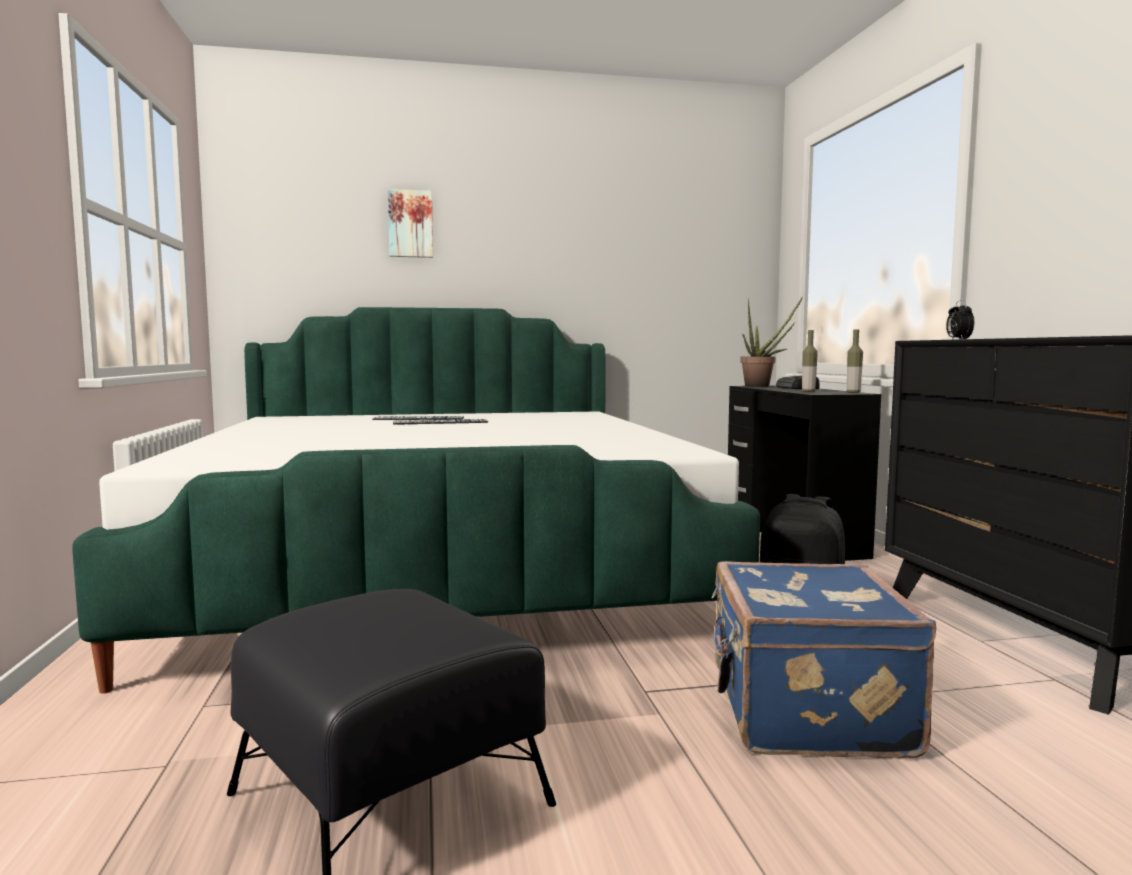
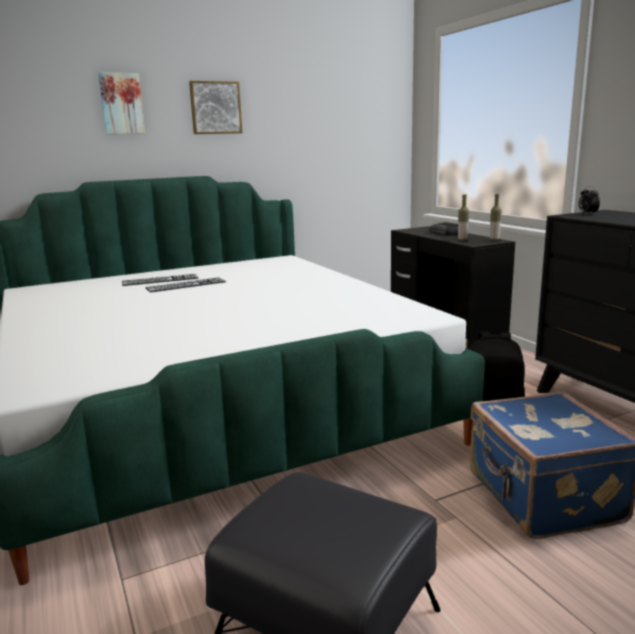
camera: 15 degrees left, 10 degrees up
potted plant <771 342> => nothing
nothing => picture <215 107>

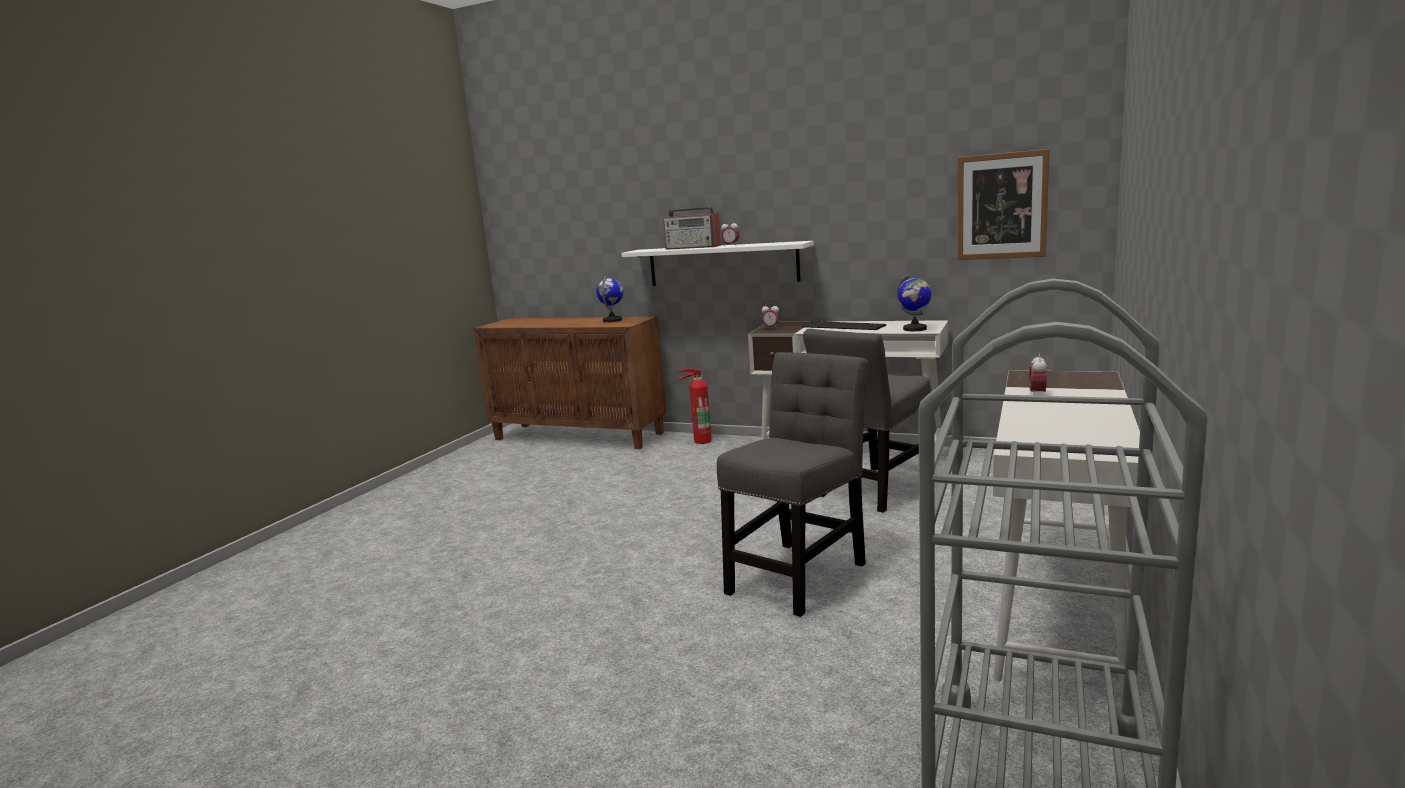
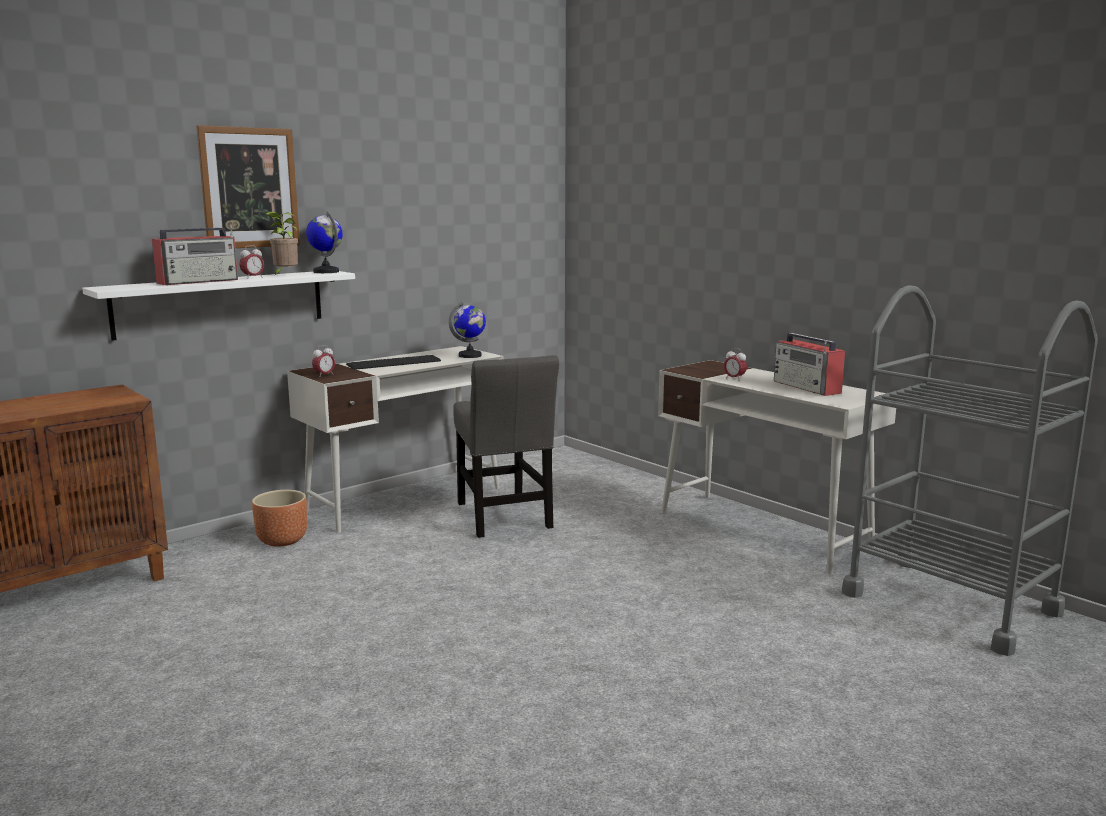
camera: 65 degrees left, 0 degrees up
picture <1003 204> => picture <248 186>, relocated
globe <609 299> => globe <324 242>, relocated
chair (grey) <793 484> => nothing
fire extinguisher <695 406> => nothing
nothing => potted plant <282 244>
nothing => radio <809 364>
nothing => planter (brown) <279 518>

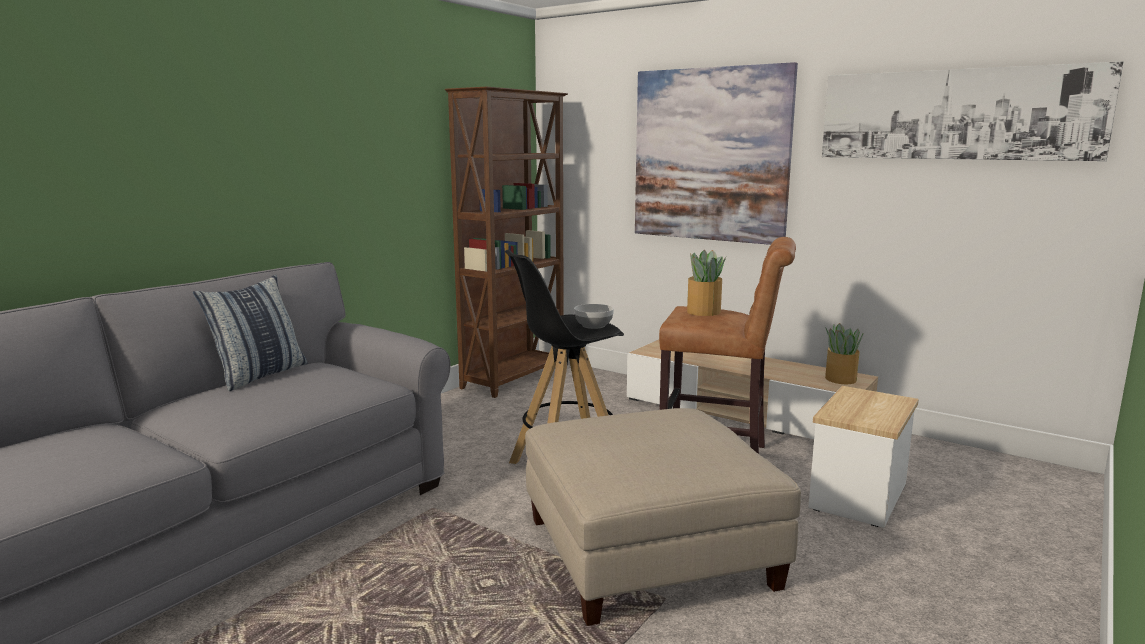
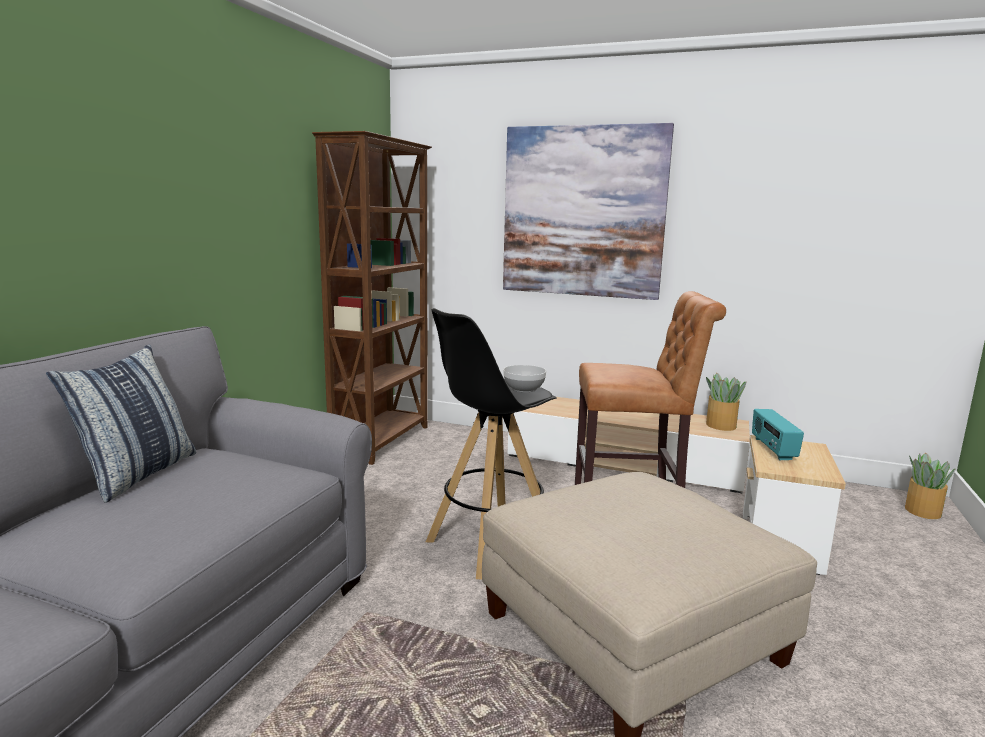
camera: 15 degrees left, 0 degrees up
picture <973 111> => nothing
potted plant <706 283> => potted plant <930 486>, relocated
nothing => radio <778 434>

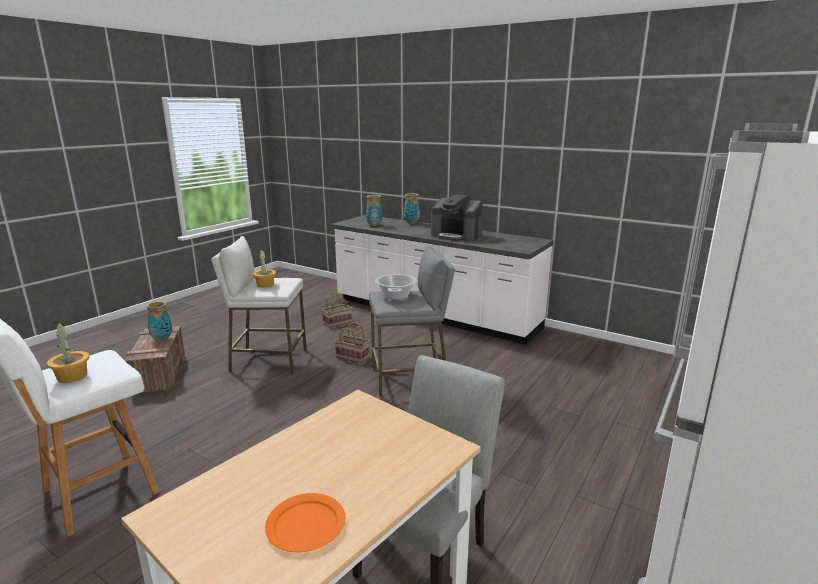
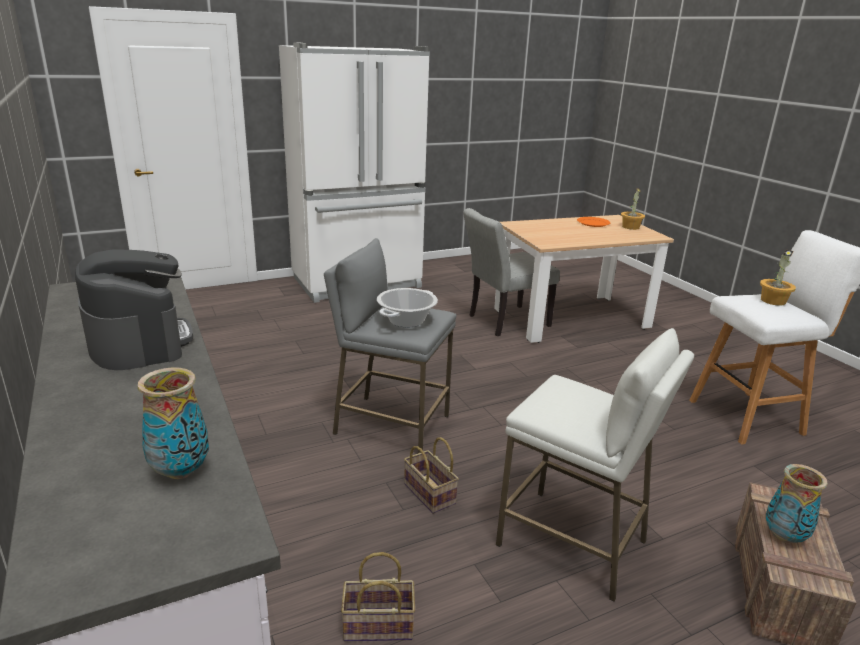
camera: 150 degrees left, 5 degrees up
vase <412 208> => nothing
potted plant <264 267> => potted plant <633 209>, relocated

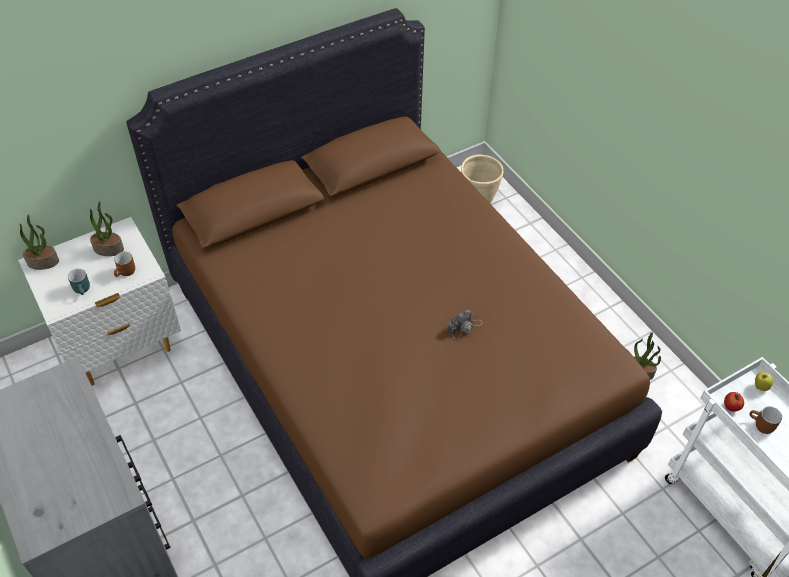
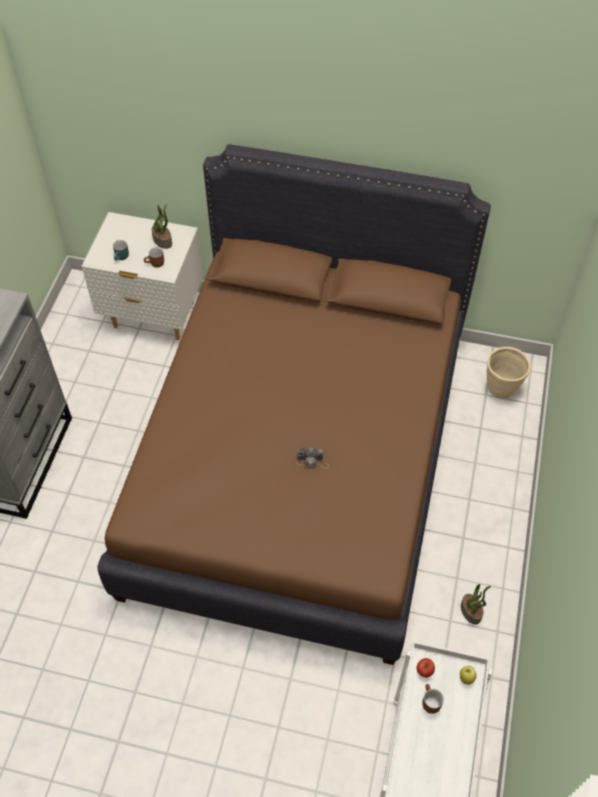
camera: 45 degrees right, 5 degrees up
potted plant <39 242> => nothing

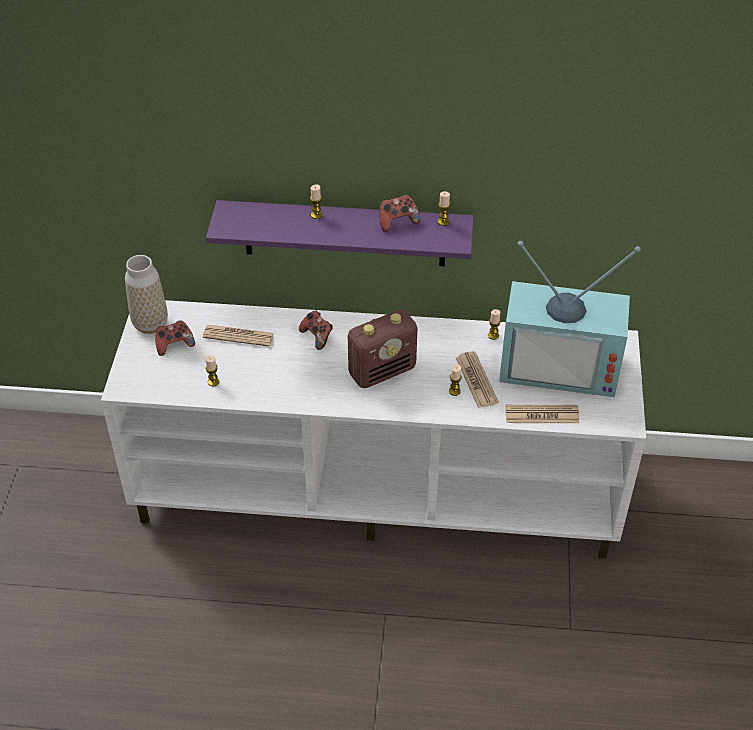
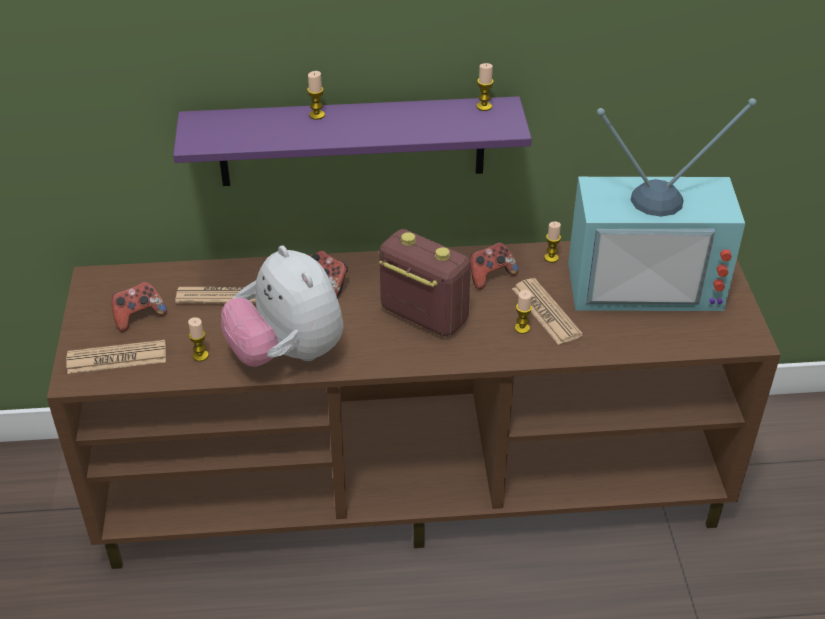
camera: 10 degrees left, 5 degrees down
game controller <399 213> => game controller <494 266>, relocated
vase <146 294> => nothing
tv stand (white) <373 429> => tv stand (brown) <413 405>
radio <382 349> => radio <425 283>, 105 degrees counterclockwise
newspaper <542 414> => newspaper <116 357>, relocated
nothing => plush toy <282 306>

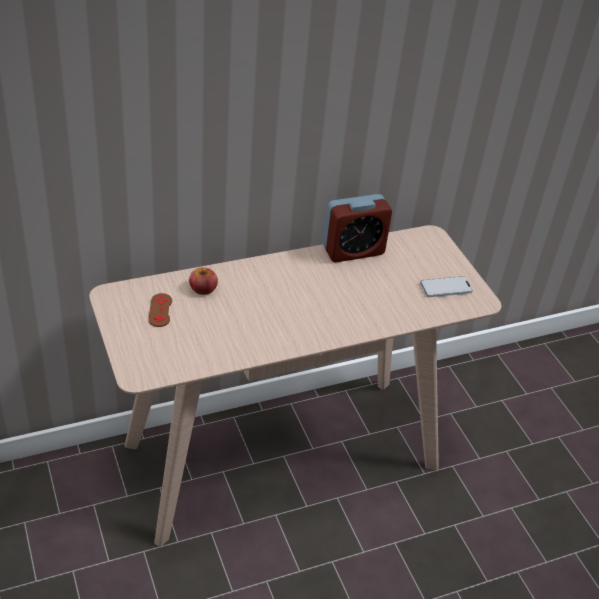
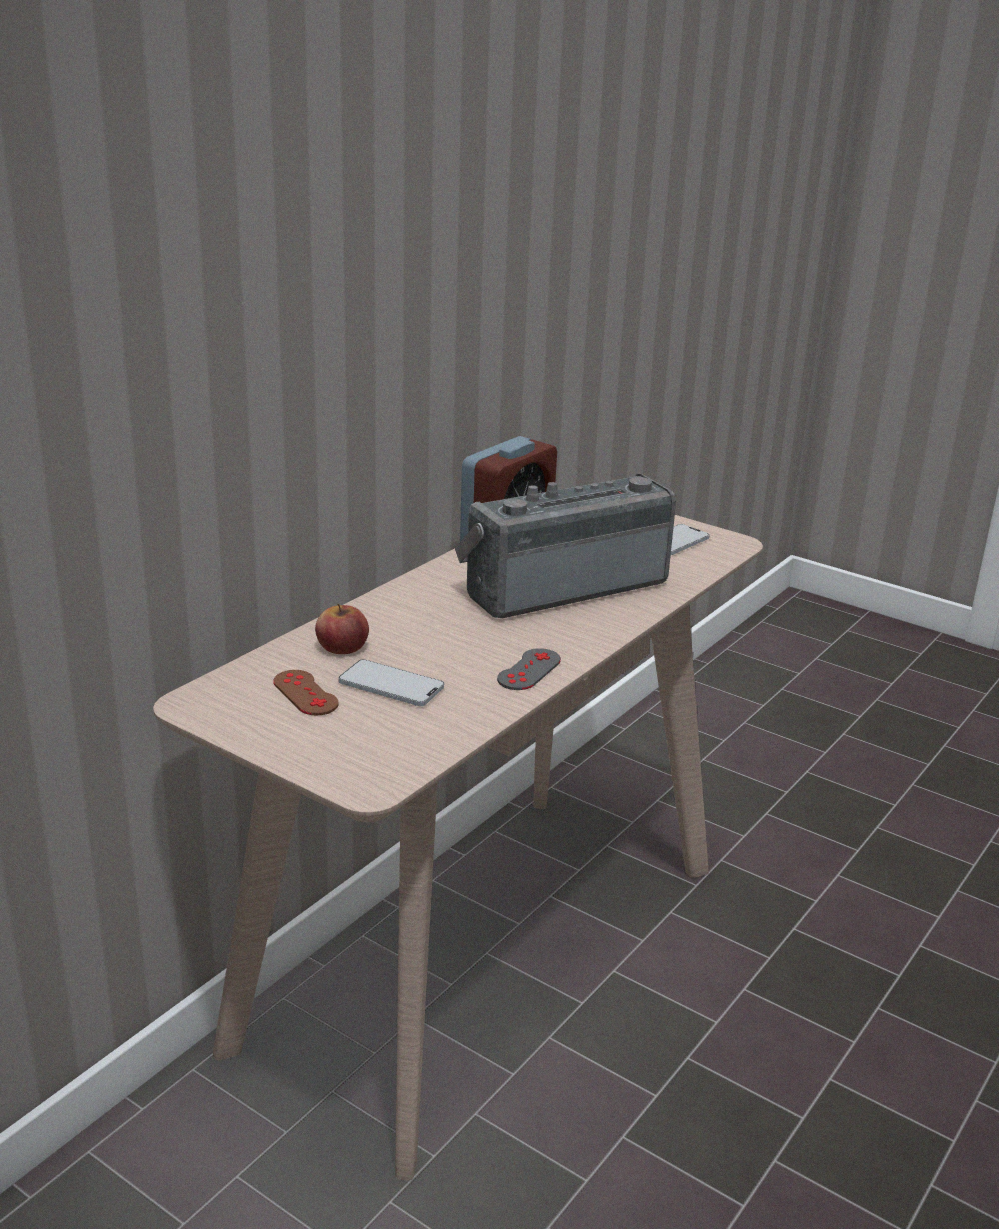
camera: 30 degrees left, 15 degrees down
nothing => radio <565 546>
nothing => game controller (grey) <529 669>
nothing => phone <391 682>

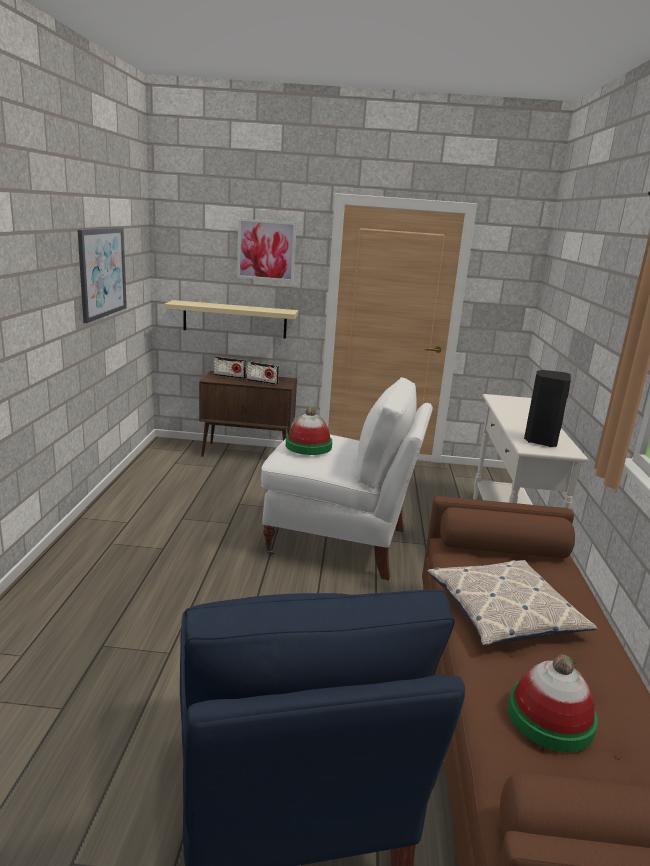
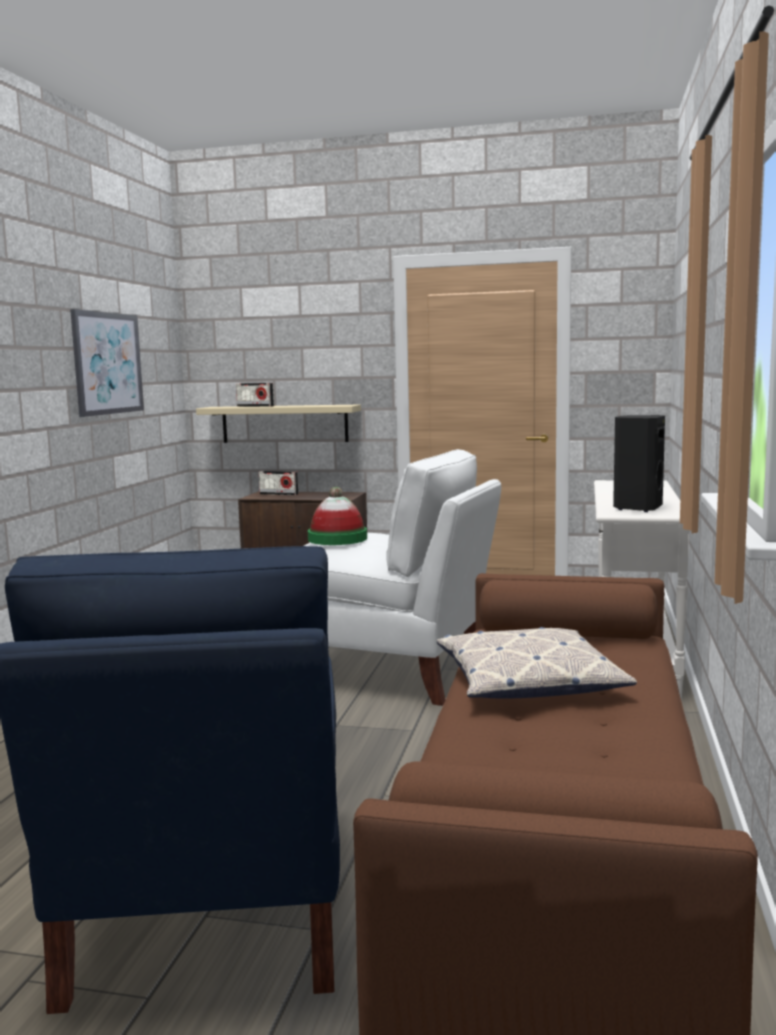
camera: 10 degrees right, 10 degrees down
picture <267 250> => nothing
radio <263 373> => radio <255 395>, relocated
hat <553 703> => nothing

